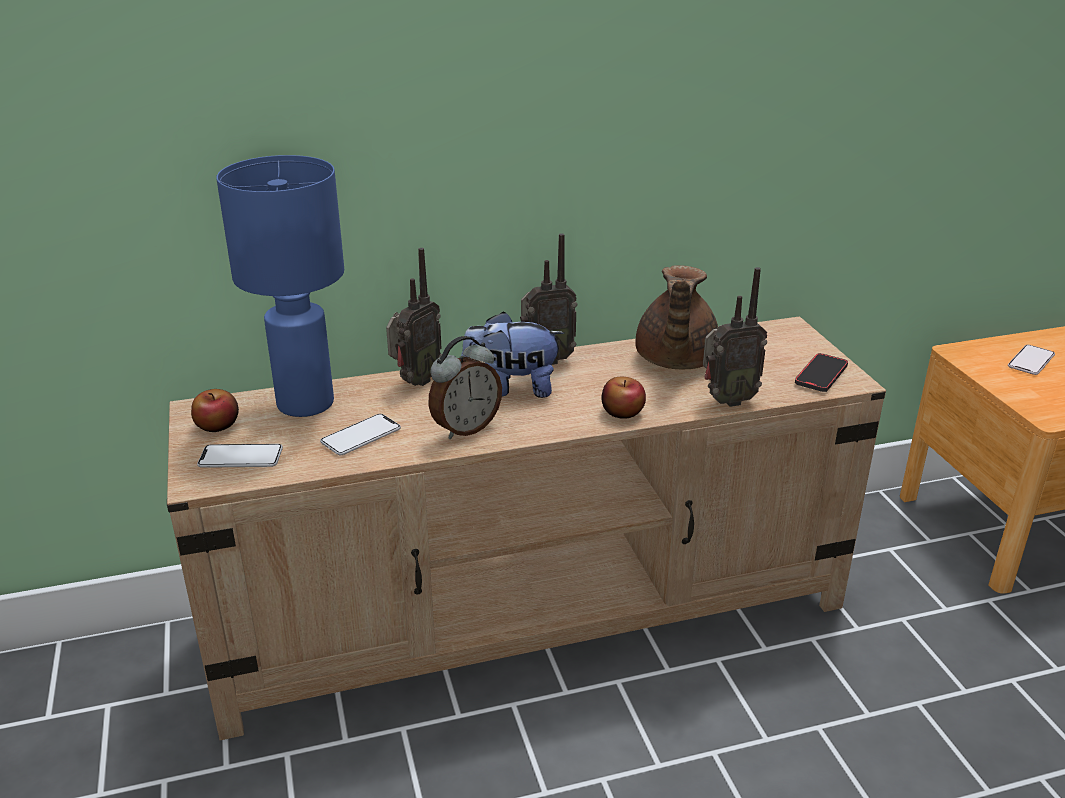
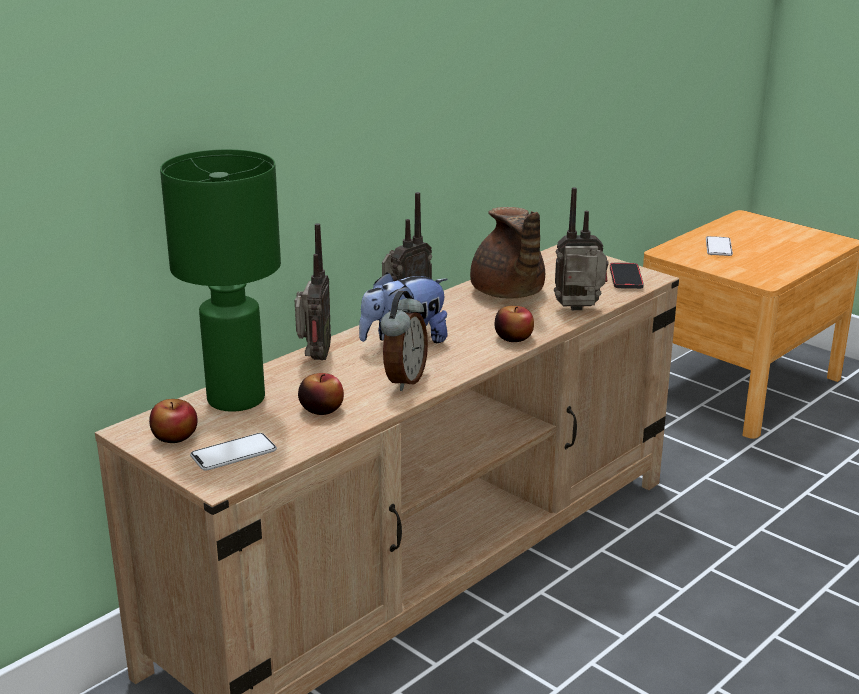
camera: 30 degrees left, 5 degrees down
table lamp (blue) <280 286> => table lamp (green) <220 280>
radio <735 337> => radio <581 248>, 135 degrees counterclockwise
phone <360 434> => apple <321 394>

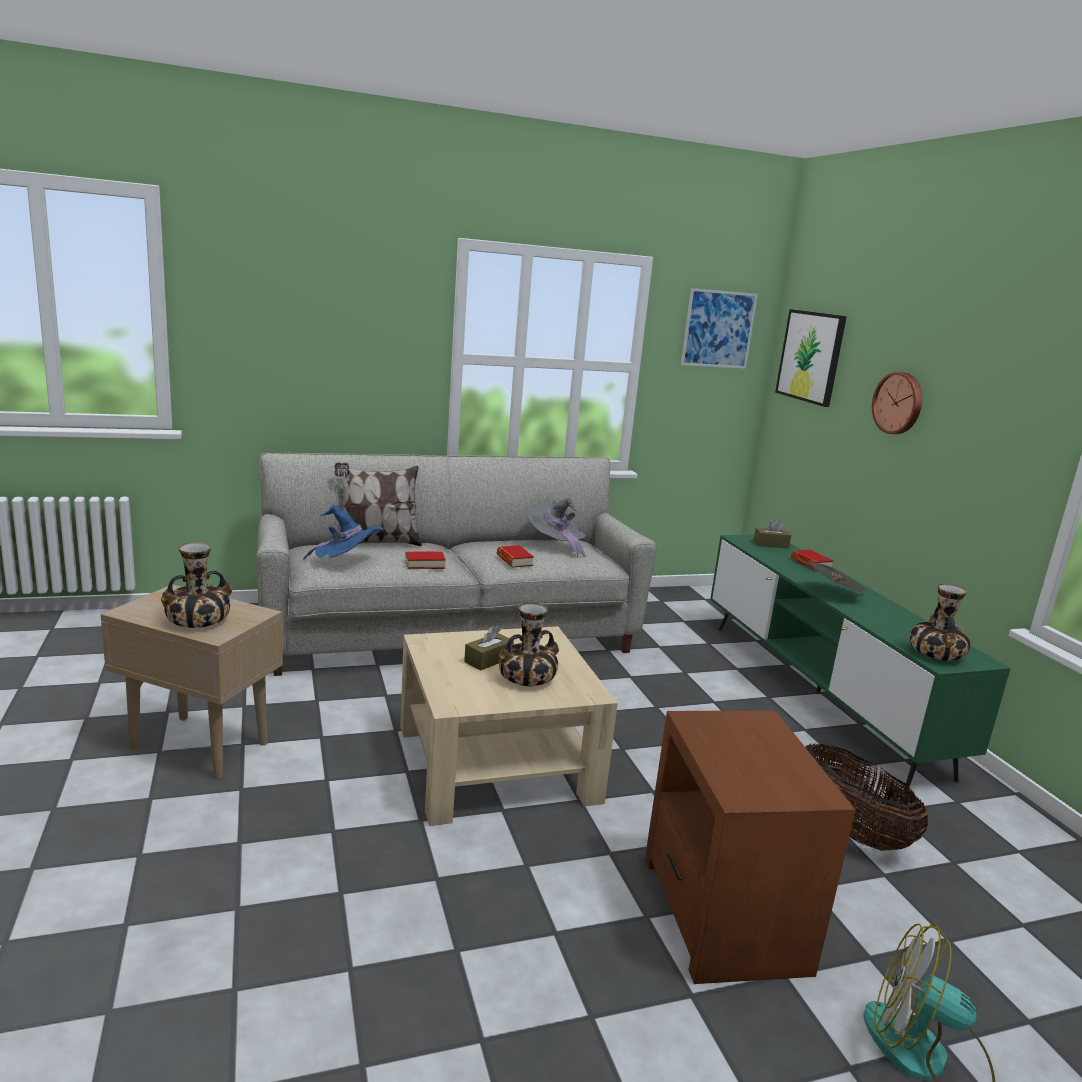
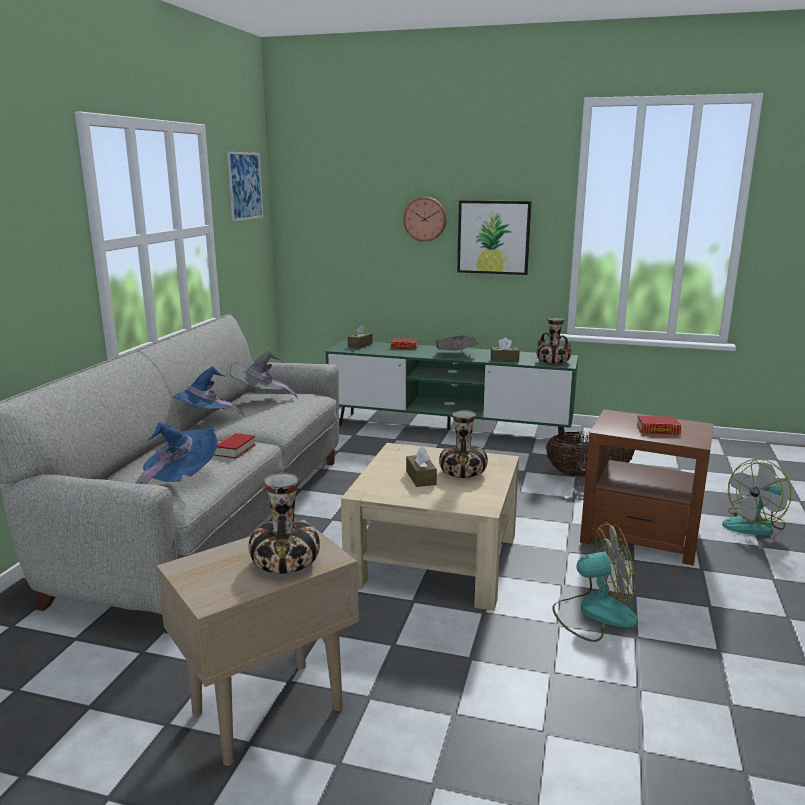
camera: 55 degrees left, 0 degrees up
picture <811 358> => picture <494 237>, relocated
pillow <378 504> => nothing
book <515 556> => book <659 425>, relocated
nothing => tissue box (brown) <505 349>
nothing => hat (blue) <209 391>
nothing => fan <595 582>

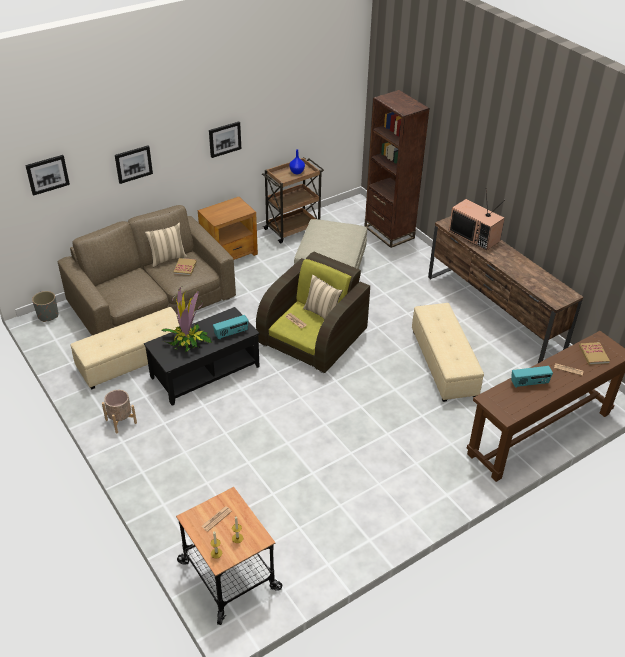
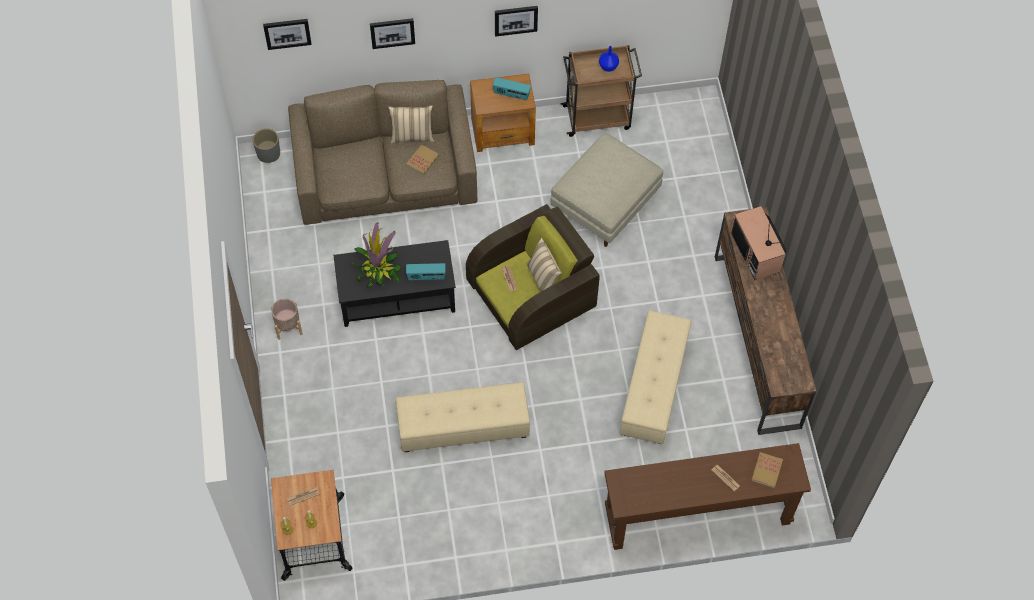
camera: 25 degrees right, 20 degrees up
bookcase (brown) <397 169> => nothing
ottoman (beige) <124 348> => ottoman (beige) <463 417>, relocated
radio <532 377> => radio <512 88>, relocated

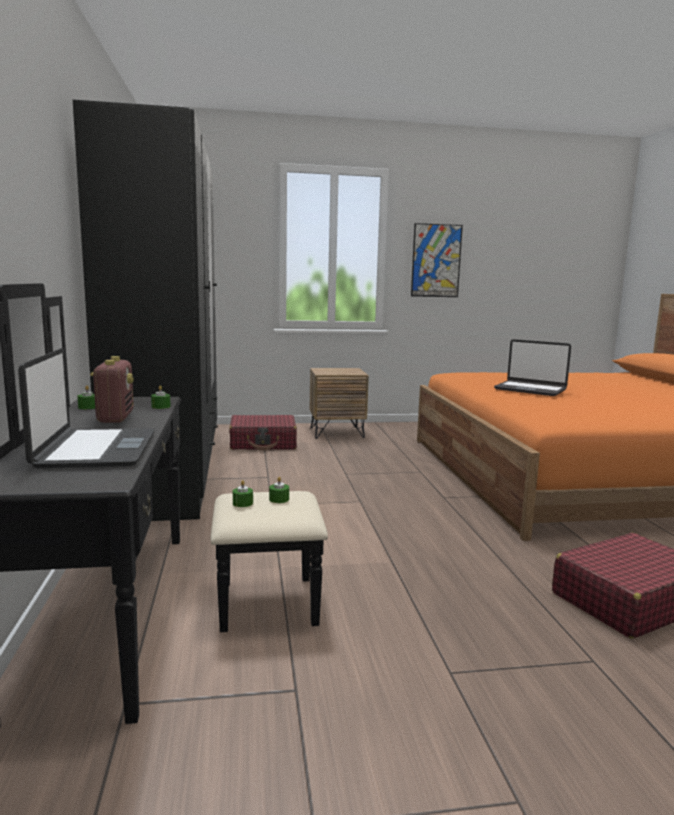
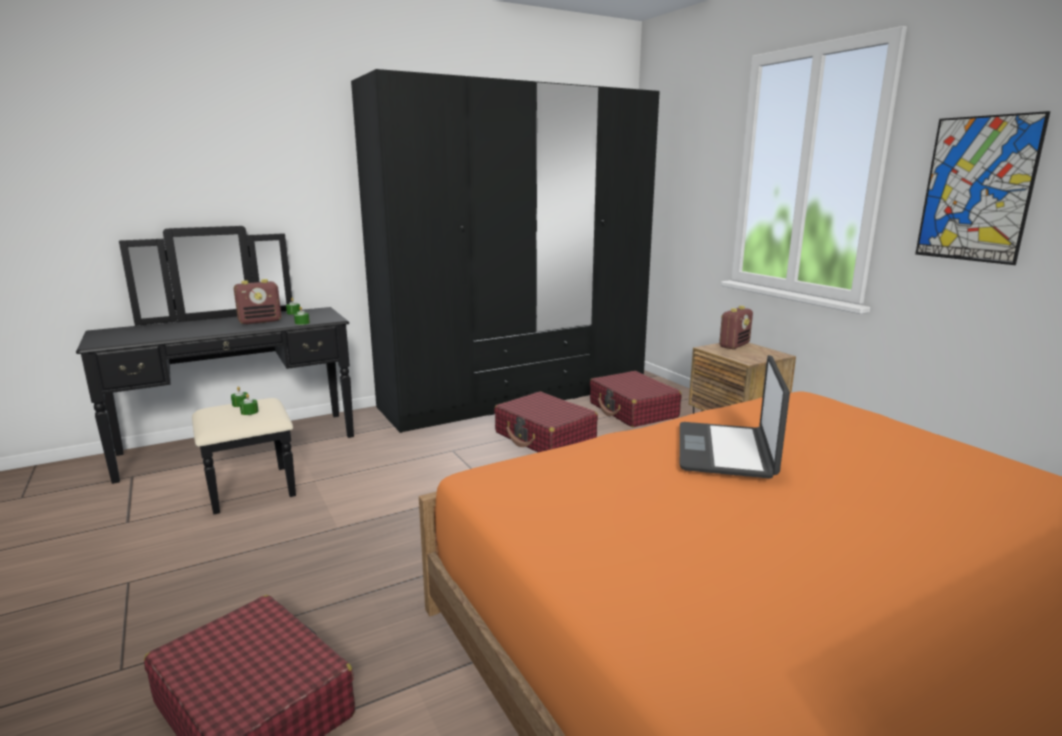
camera: 70 degrees right, 5 degrees up
laptop <86 408> => nothing
nothing => radio <736 328>
nothing => suitcase (red) <546 421>

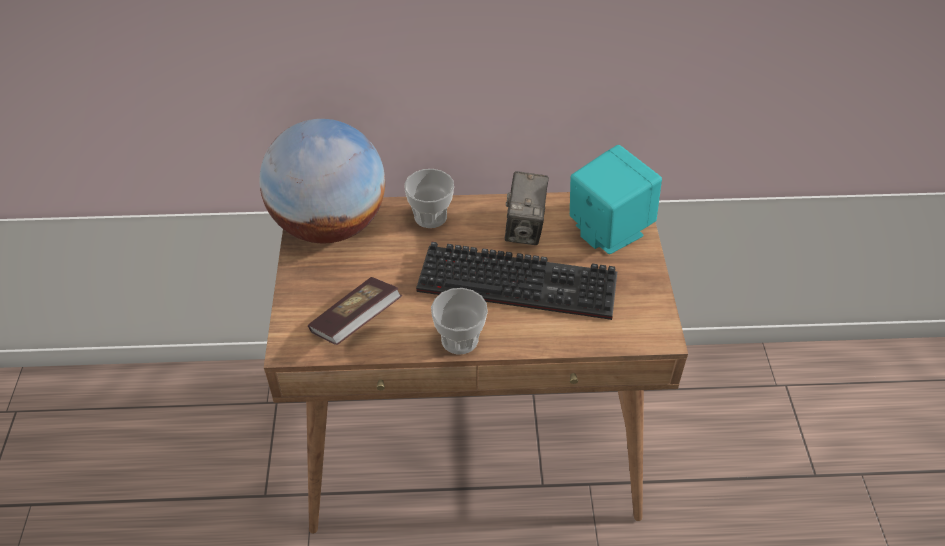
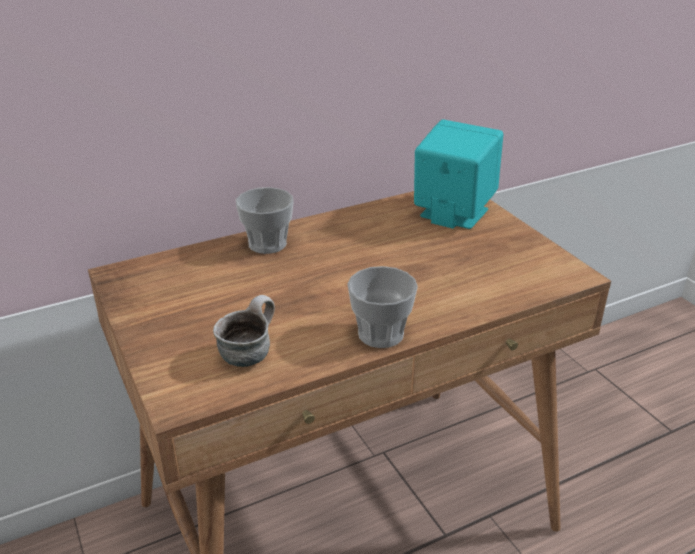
camera: 25 degrees left, 15 degrees down
globe <322 181> => nothing
photo camera <527 208> => nothing
keyboard <516 280> => nothing
book <355 311> => mug <244 331>

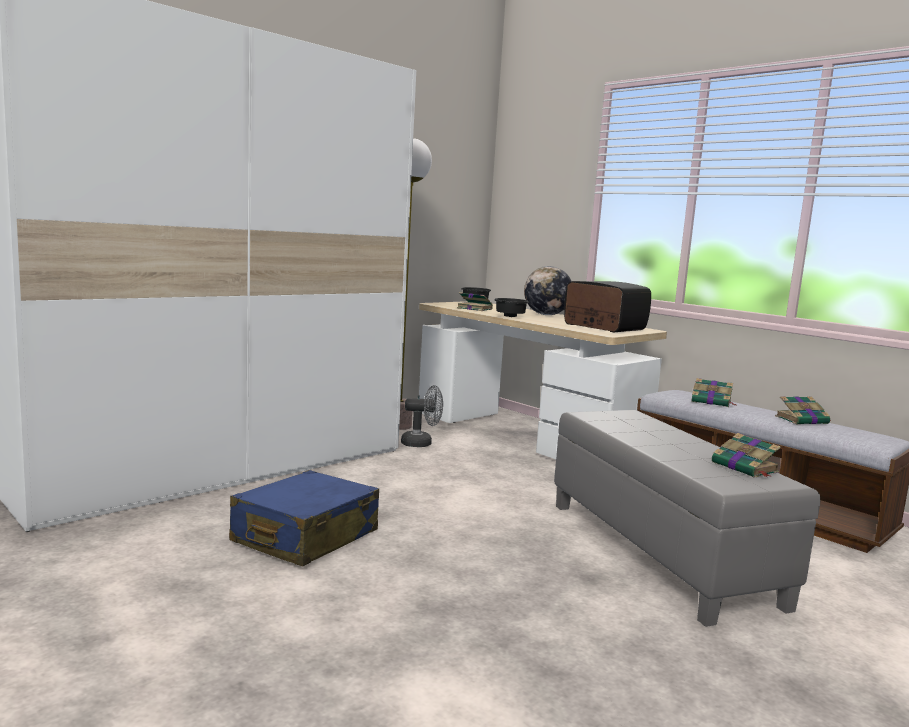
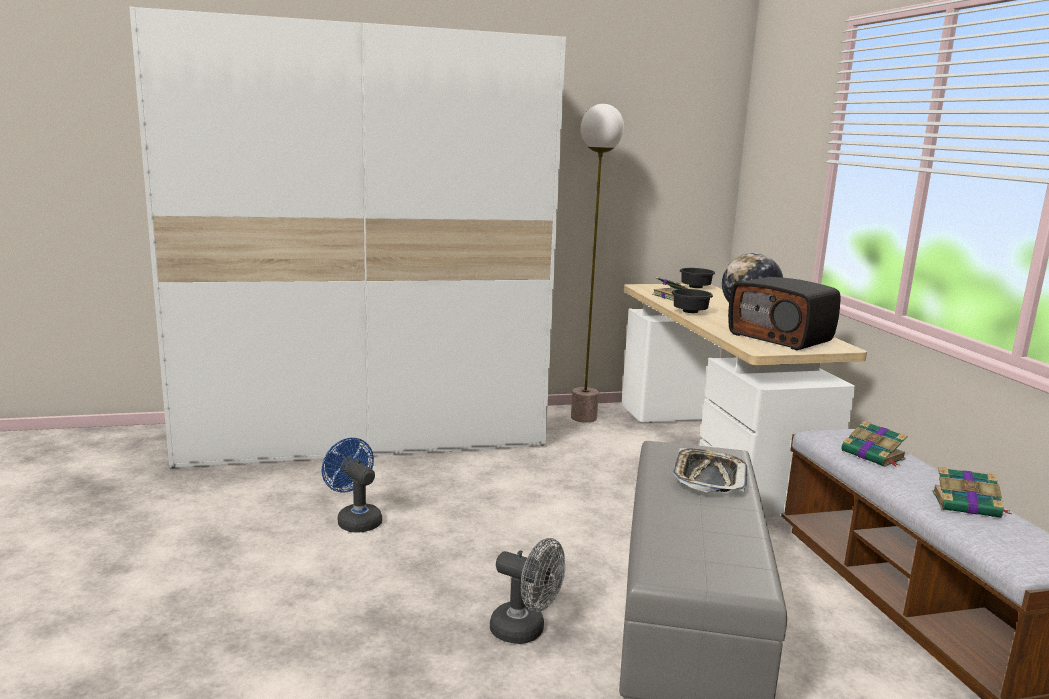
camera: 30 degrees right, 5 degrees up
radio <607 306> => radio <784 313>, 150 degrees clockwise
fan (grey) <422 416> => fan (grey) <527 591>, relocated
book <746 455> => nothing
suitcase (blue) <304 518> => fan (blue) <352 485>
nothing => tray <710 470>

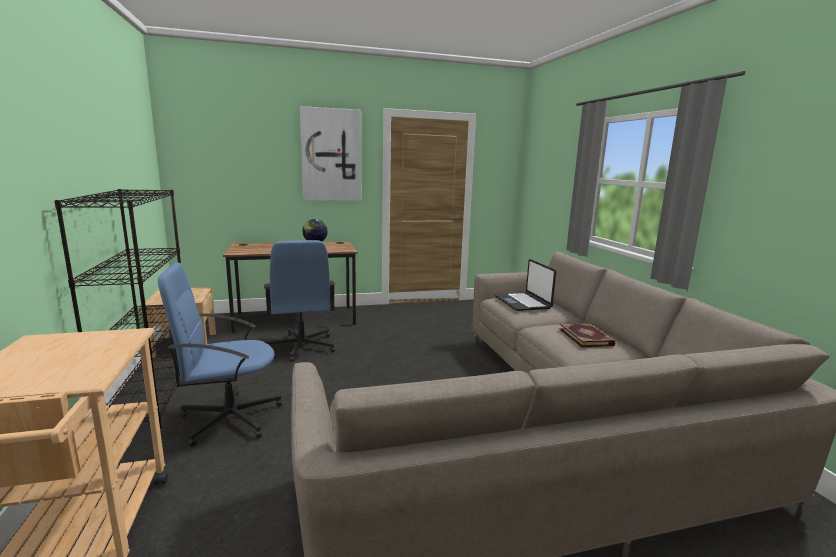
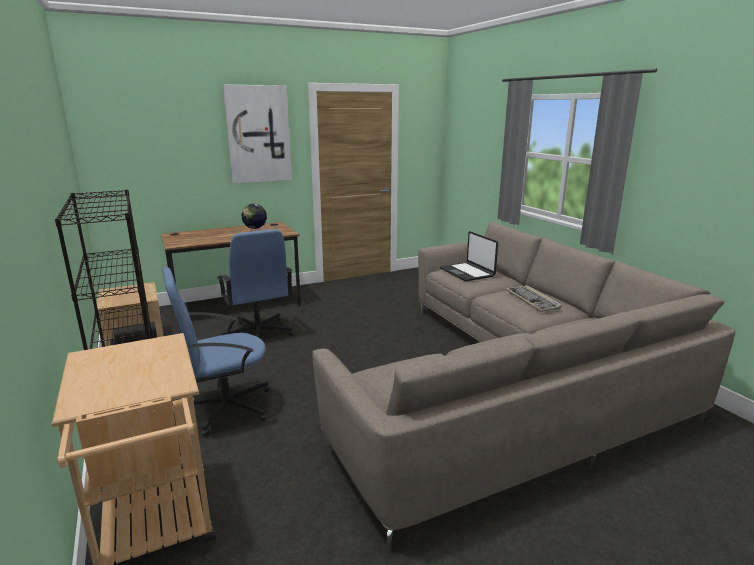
camera: 10 degrees left, 5 degrees up
book <587 335> => keyboard <534 298>

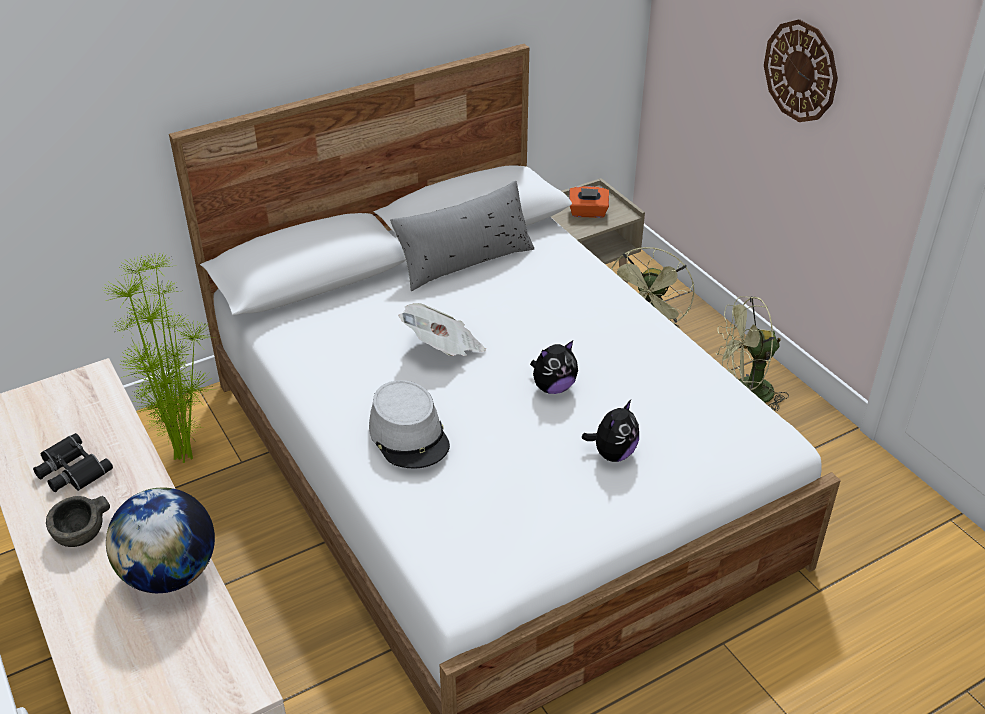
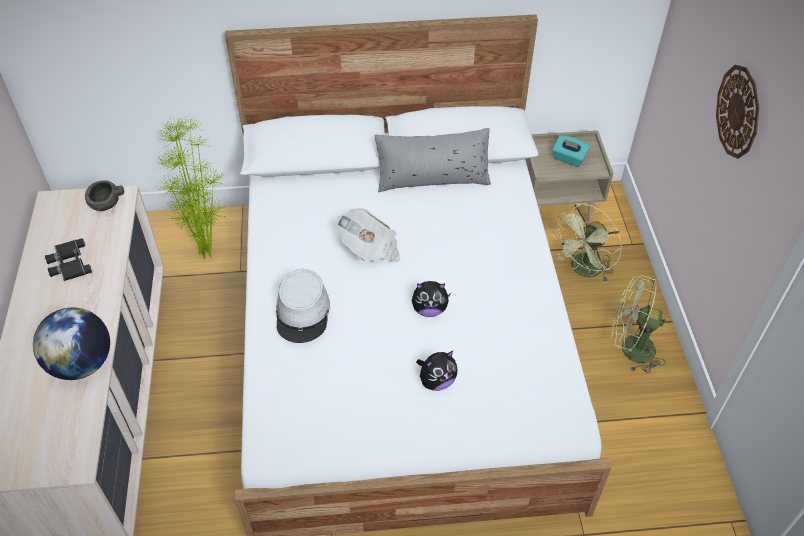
camera: 25 degrees right, 10 degrees up
tissue box (orange) <589 202> => tissue box (turquoise) <571 151>
bowl (grey) <78 521> => bowl (grey) <104 195>, relocated

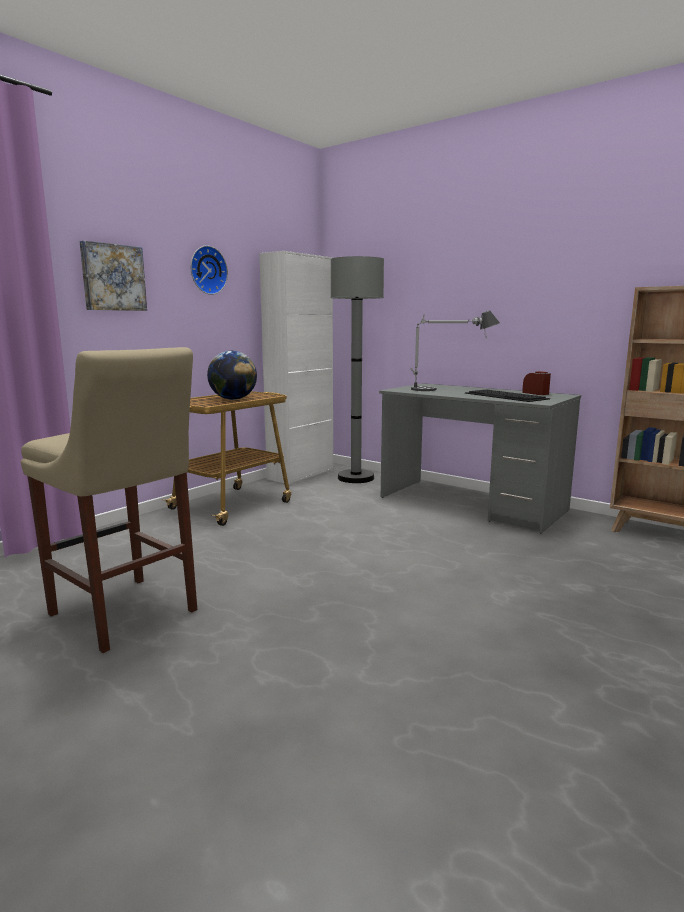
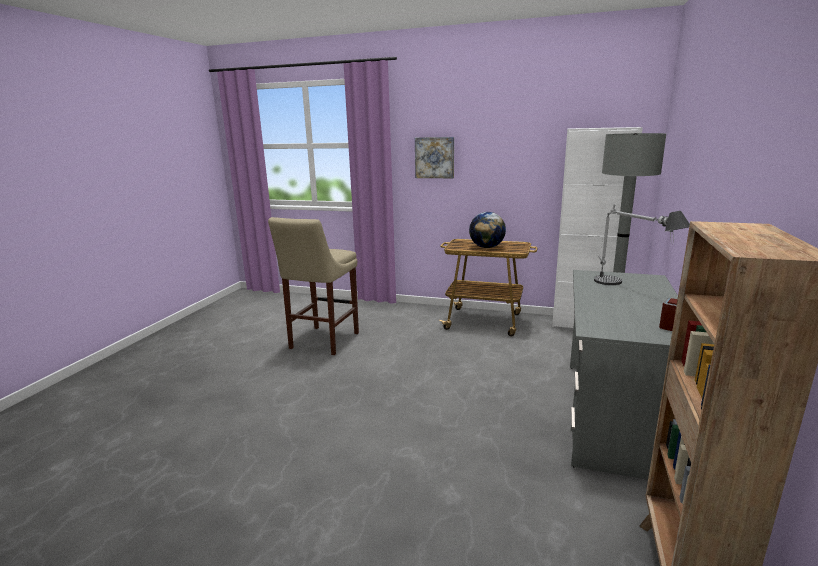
camera: 70 degrees right, 5 degrees up
wall clock <209 270> => nothing
keyboard <507 395> => nothing

